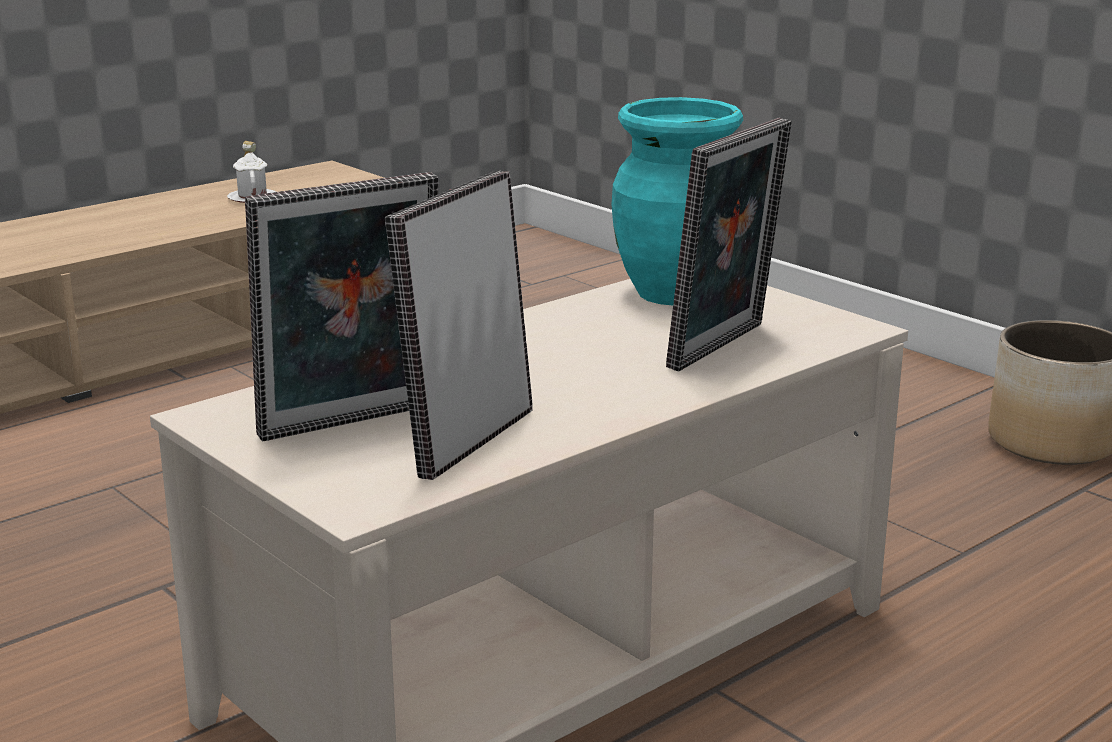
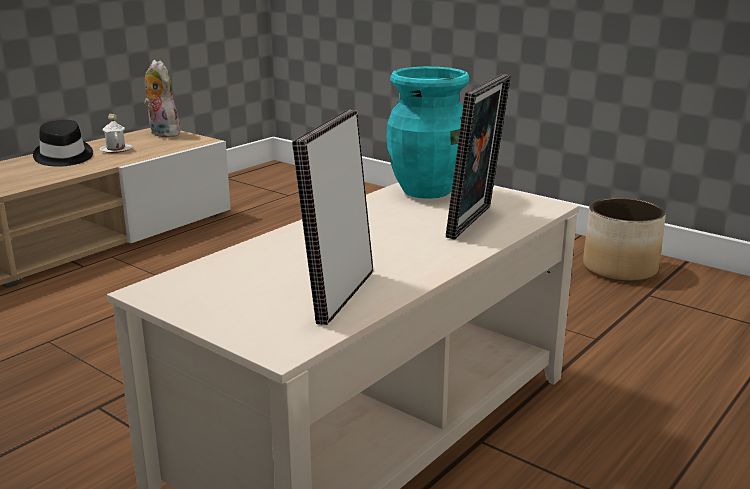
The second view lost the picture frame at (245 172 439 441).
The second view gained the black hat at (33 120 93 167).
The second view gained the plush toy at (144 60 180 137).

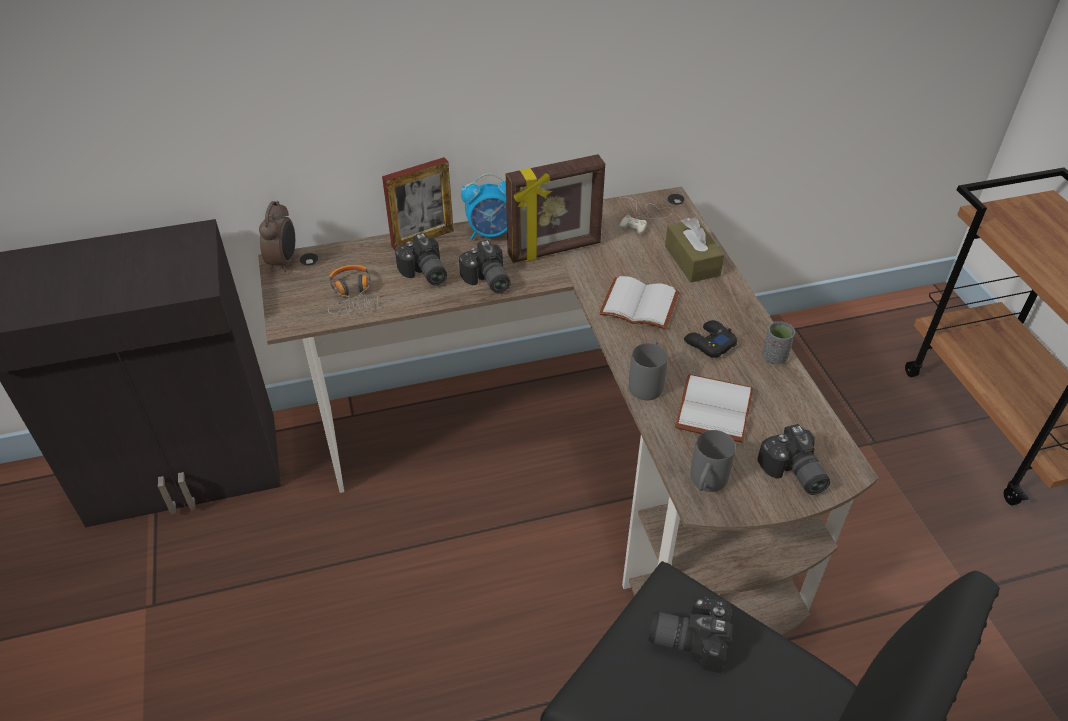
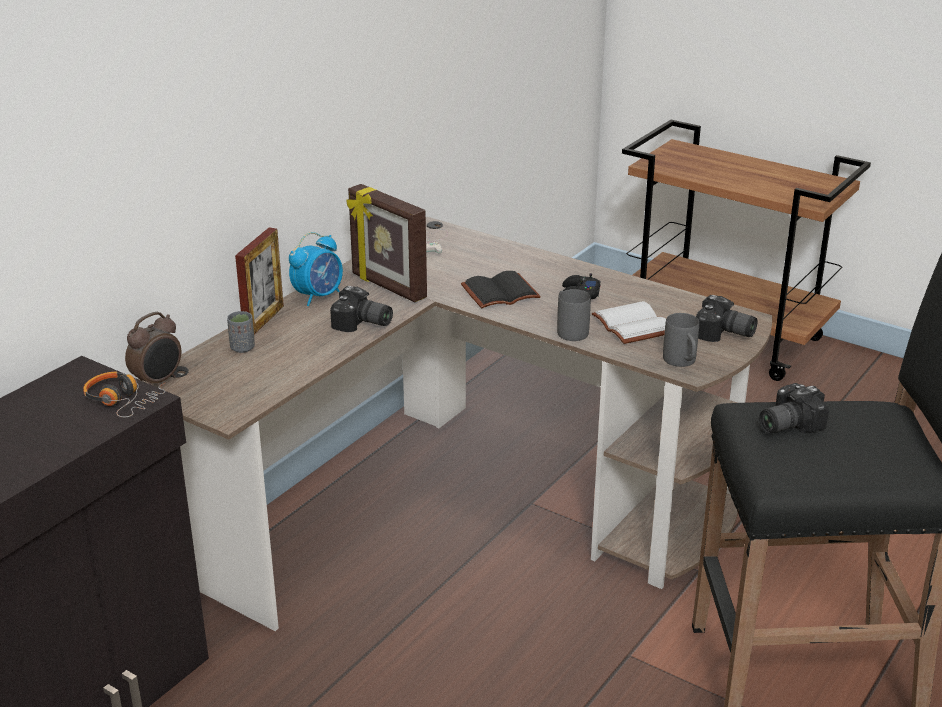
The second view lost the photo camera at (395 233 447 285).
The second view lost the brown tissue box at (665 217 724 283).
The headphones ended up elsewhere, having gone from (328 265 386 315) to (83 372 166 417).
The grey cup ended up elsewhere, having gone from (762 321 795 364) to (227 311 255 353).
What was the white book at (599 276 679 330) turned into the black book at (461 271 541 308).
The alarm clock at (259 201 295 272) ended up facing another way, 75 degrees clockwise from before.
The picture frame at (506 154 605 263) ended up facing another way, 105 degrees clockwise from before.

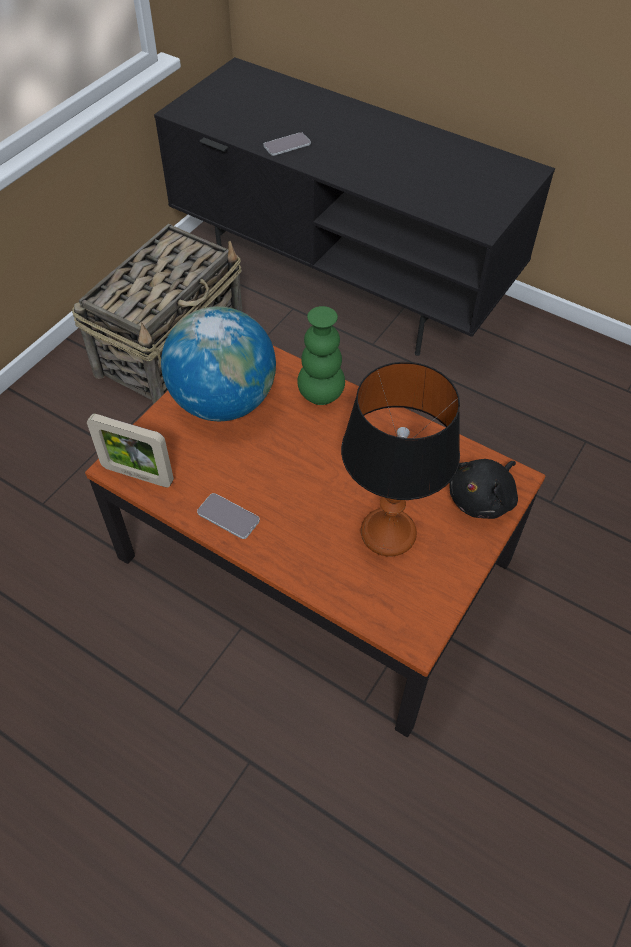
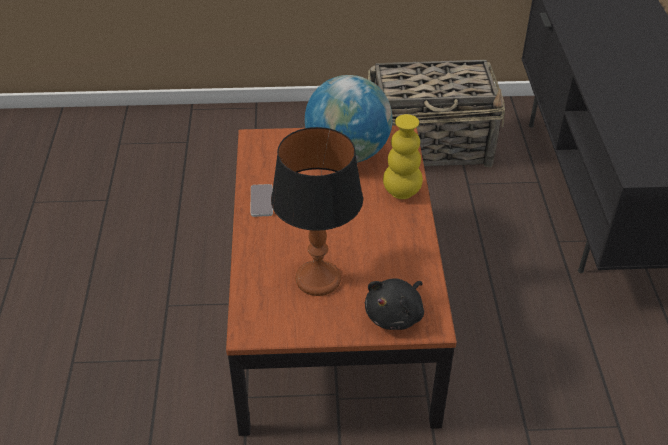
The second view lost the picture frame at (87 414 174 487).
The second view lost the phone at (263 132 311 156).
What was the green vase at (297 306 345 405) turned into the yellow vase at (383 114 423 199).
The black plush toy at (449 459 518 519) ended up facing another way, 60 degrees counterclockwise from before.

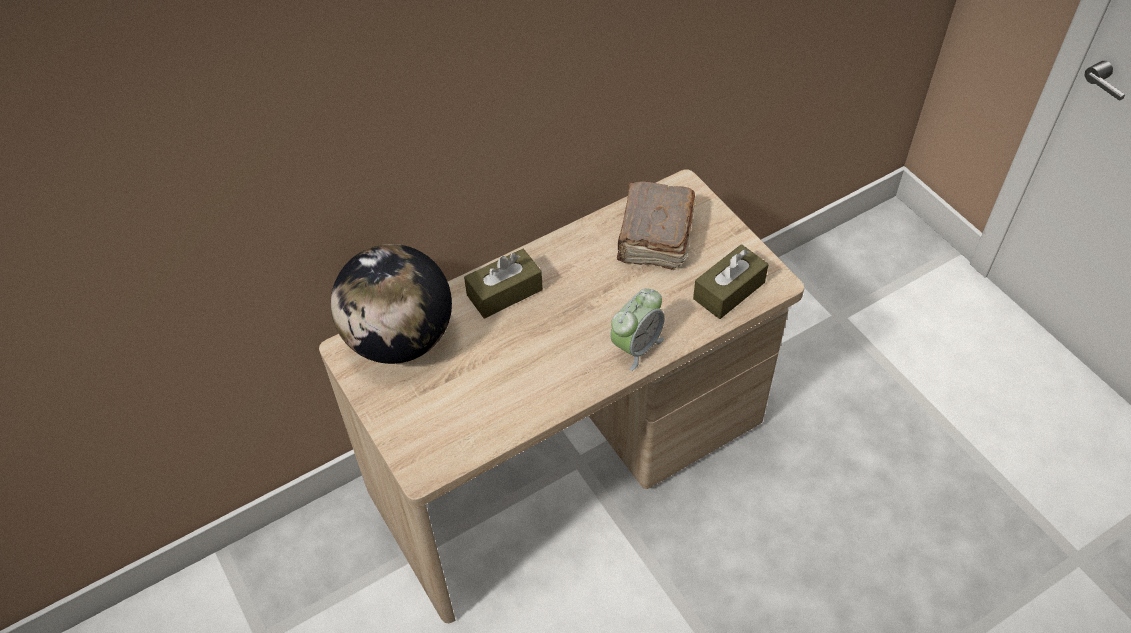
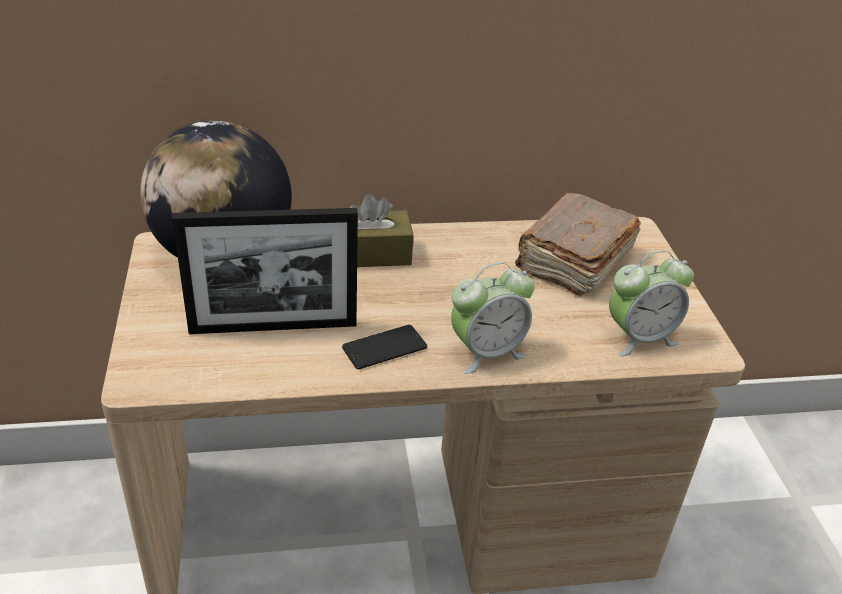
The second view gained the picture frame at (172 208 358 334).
The second view gained the phone at (342 325 427 369).
Where the brown tissue box stood at (693 244 769 319), the alarm clock came to stand at (609 250 694 356).

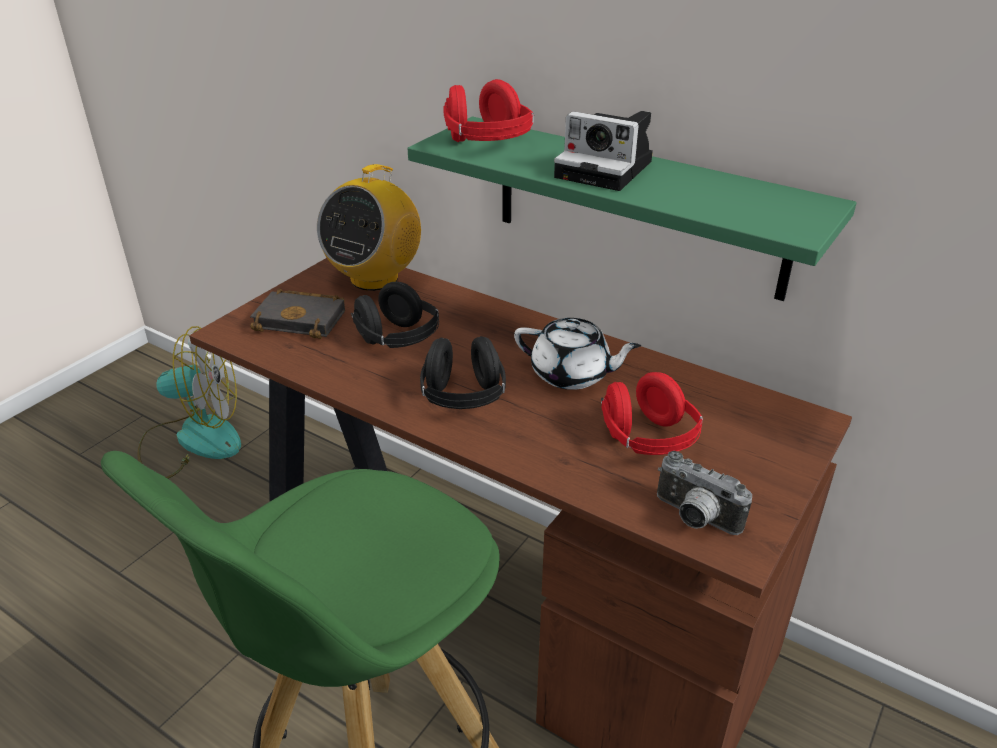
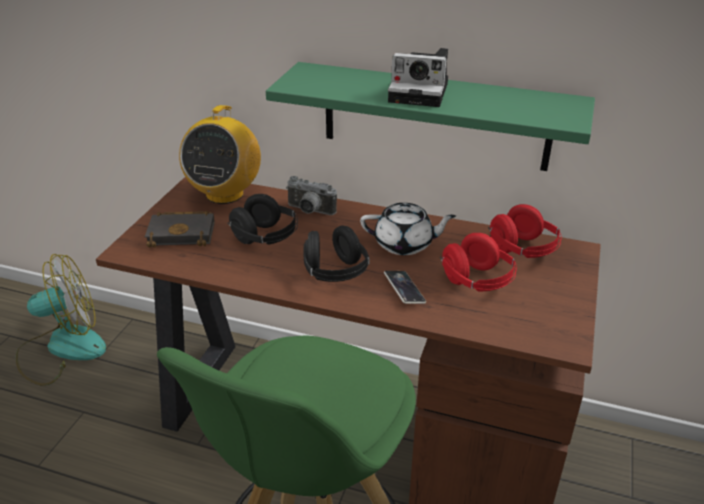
The second view gained the phone at (384 271 426 304).
The red headphones ended up elsewhere, having gone from (443 79 534 142) to (488 204 562 258).
The photo camera ended up elsewhere, having gone from (657 451 752 535) to (286 176 337 215).

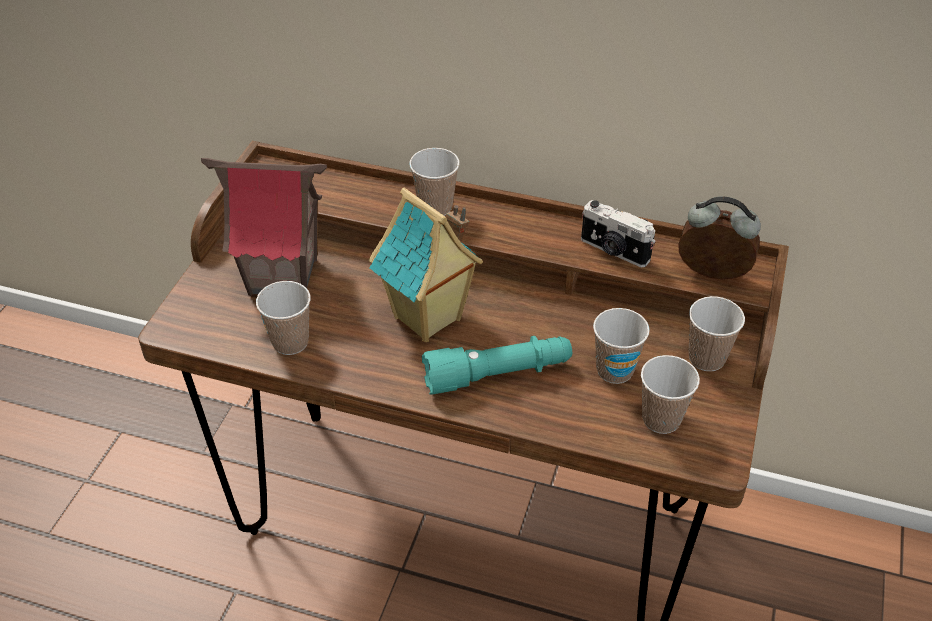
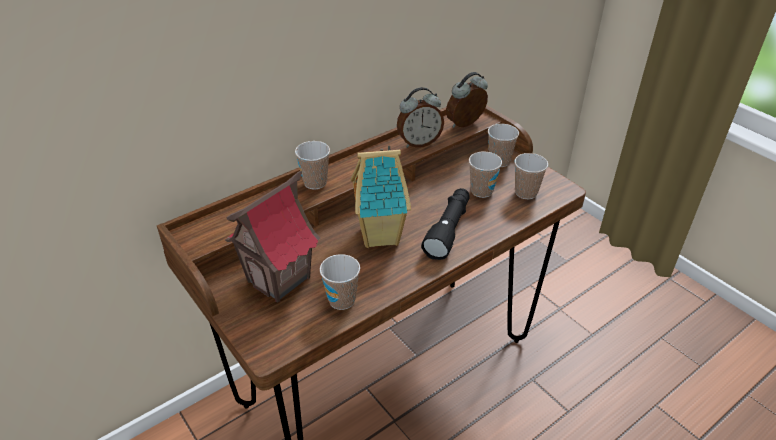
Where the photo camera stood at (581 200 656 267), the alarm clock came to stand at (397 87 444 148).
What was the turquoise flashlight at (422 336 572 395) turned into the black flashlight at (421 188 470 260).

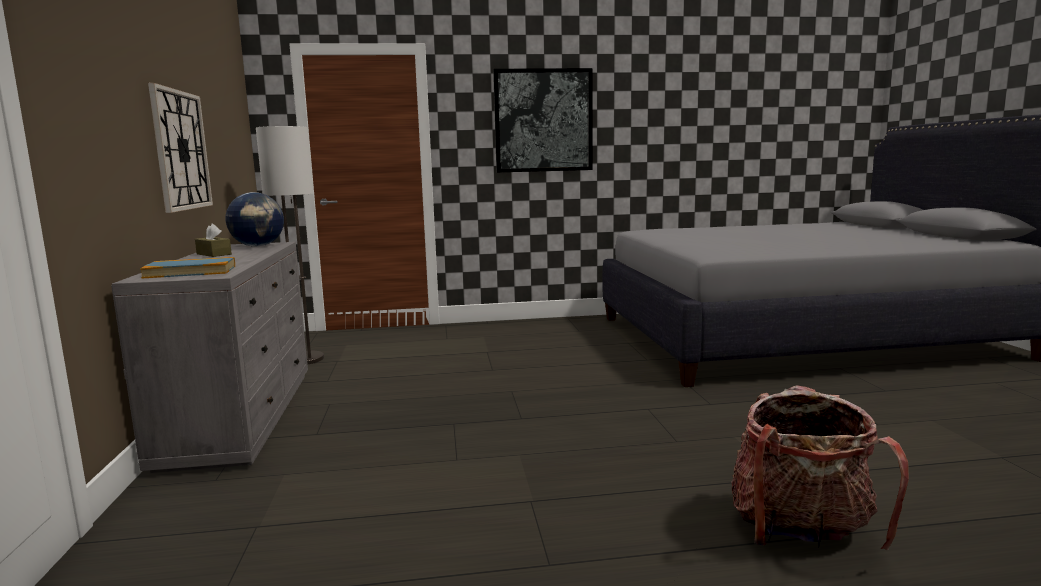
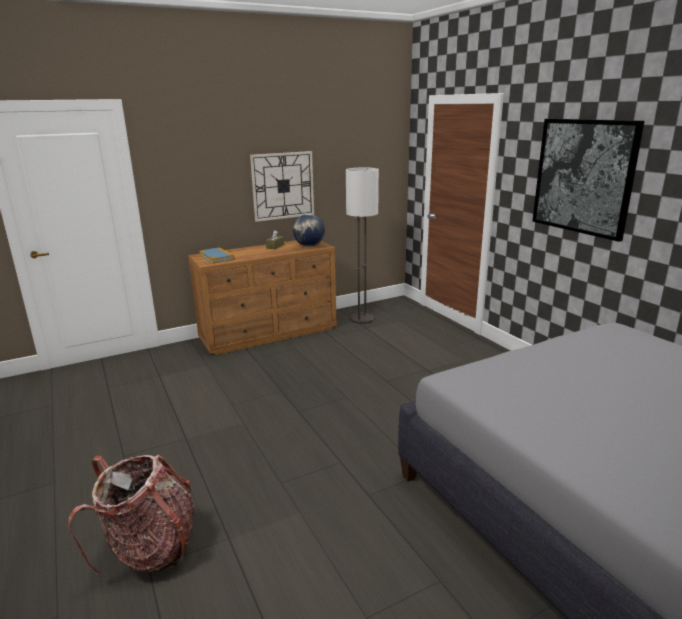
What was the grey dresser at (111 242 308 473) turned into the brown dresser at (188 240 337 355).

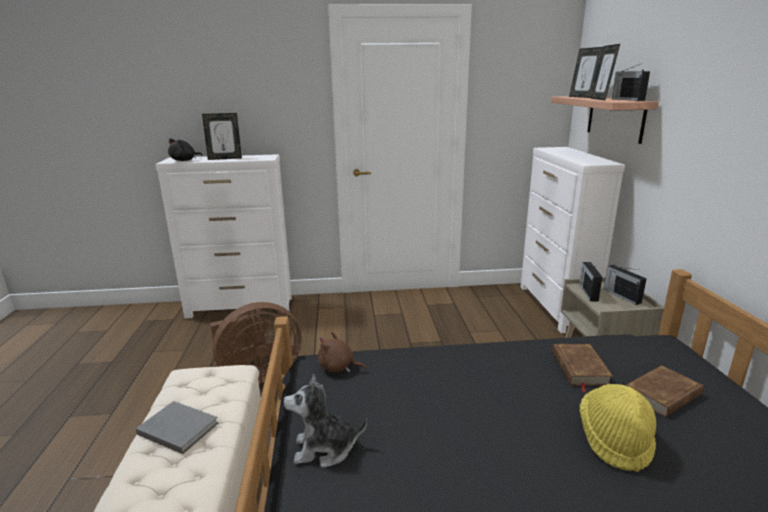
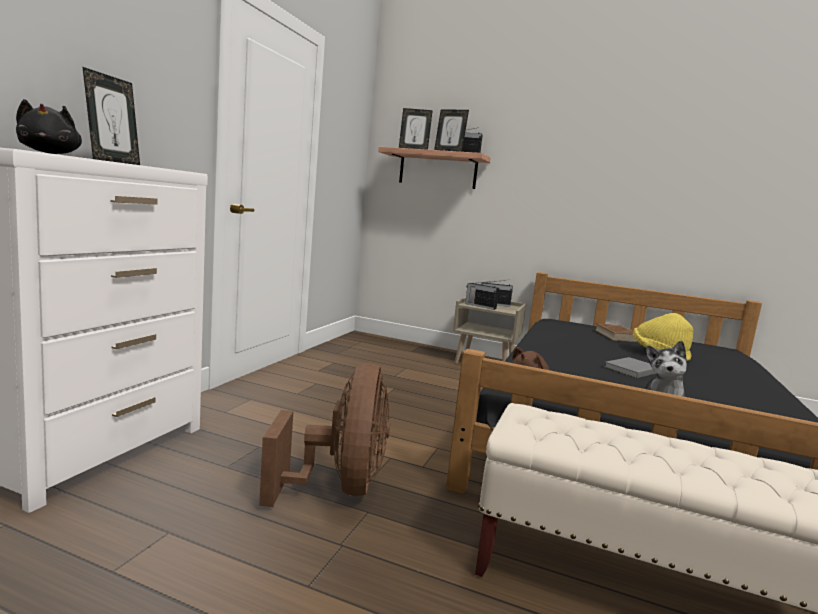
The second view lost the white dresser at (521 147 625 333).
The second view lost the brown book at (552 344 613 392).
The grey book ended up elsewhere, having gone from (136 401 218 454) to (604 357 656 378).

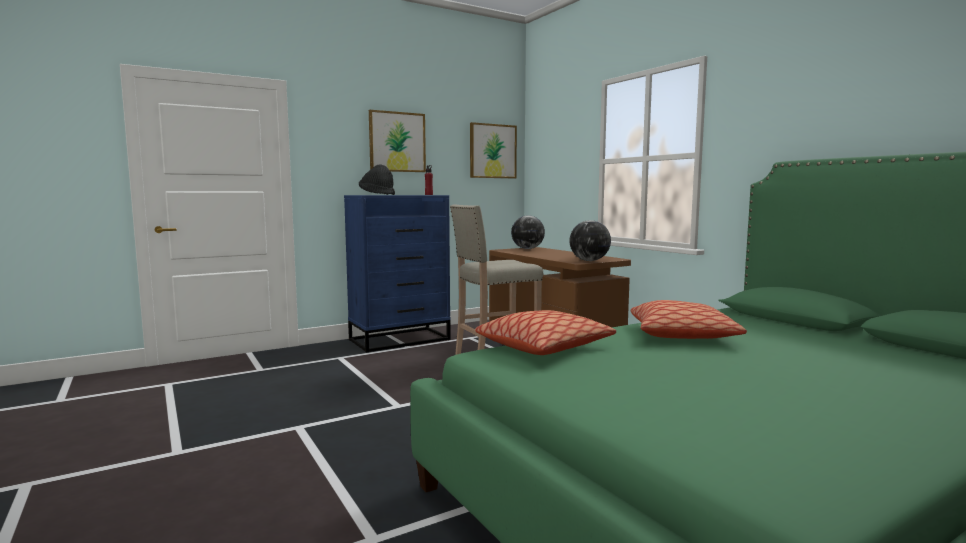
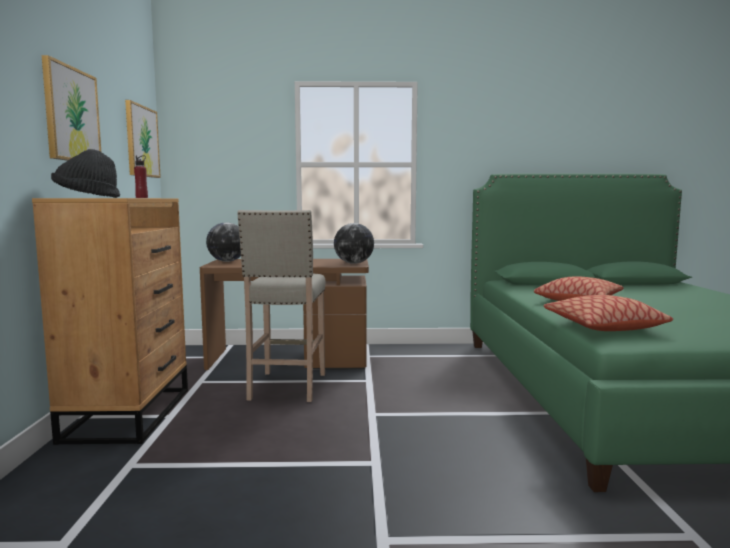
What was the blue dresser at (344 195 451 353) turned into the brown dresser at (32 198 188 445).

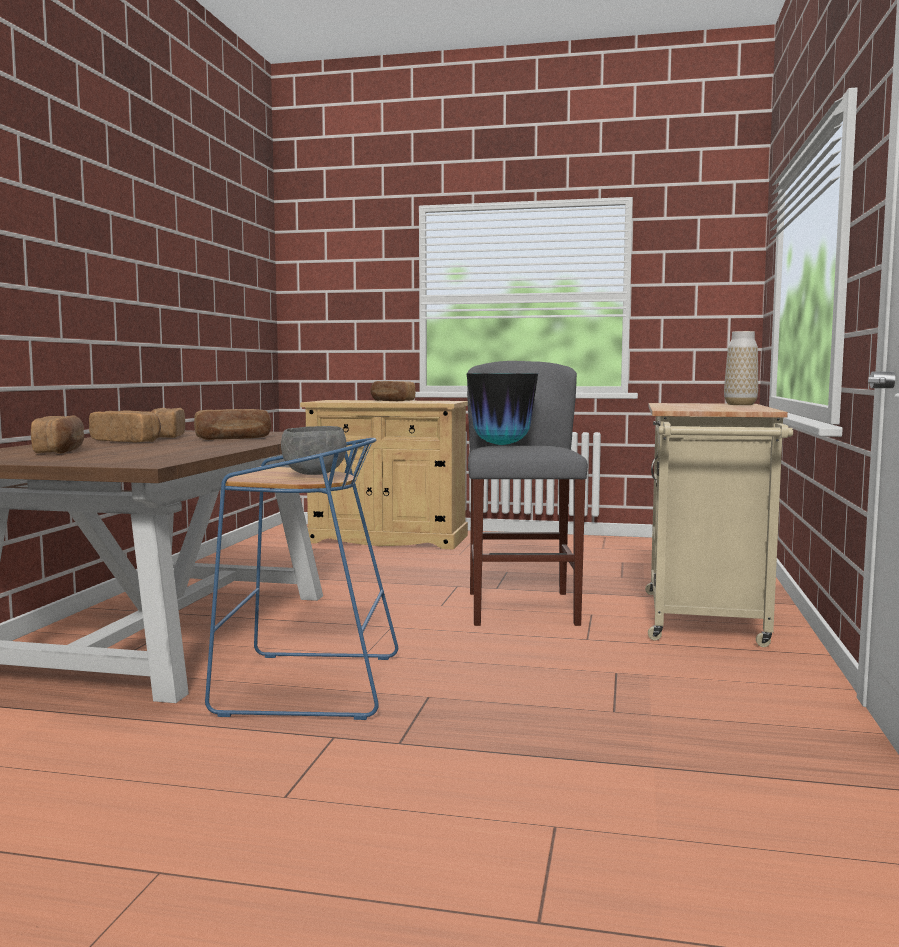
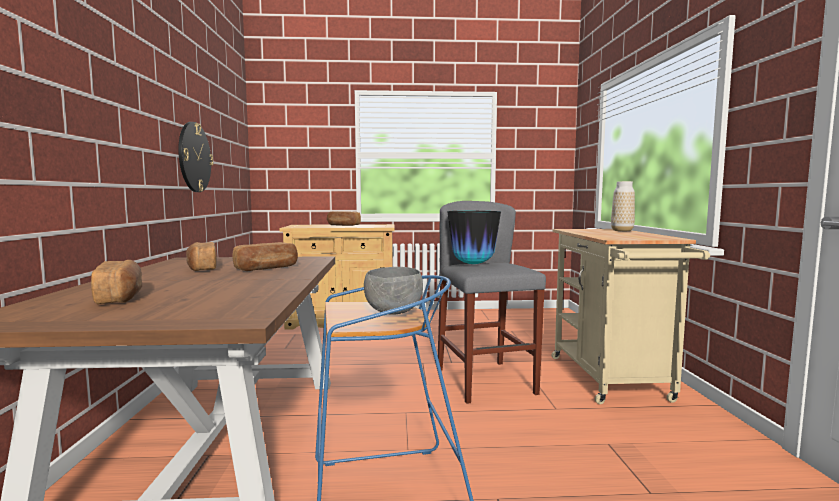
The second view lost the bread at (89 411 161 443).
The second view gained the wall clock at (178 122 213 192).

